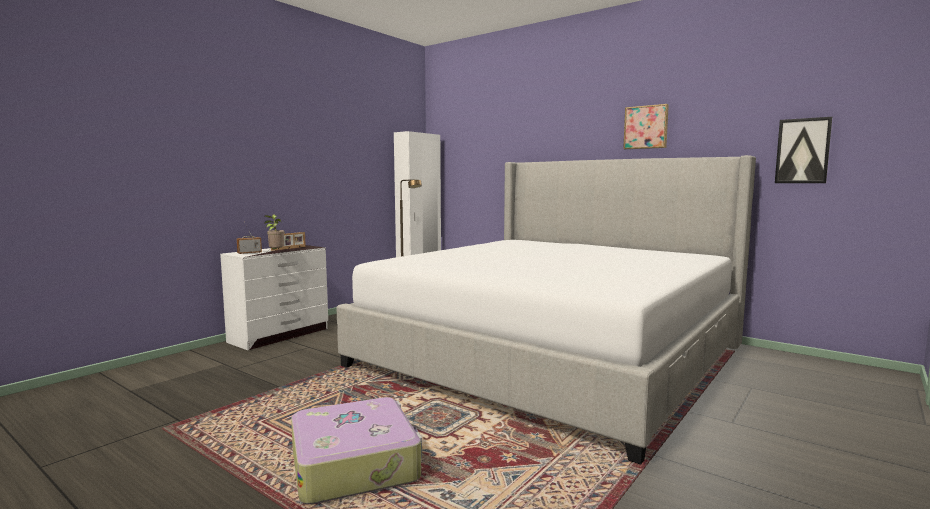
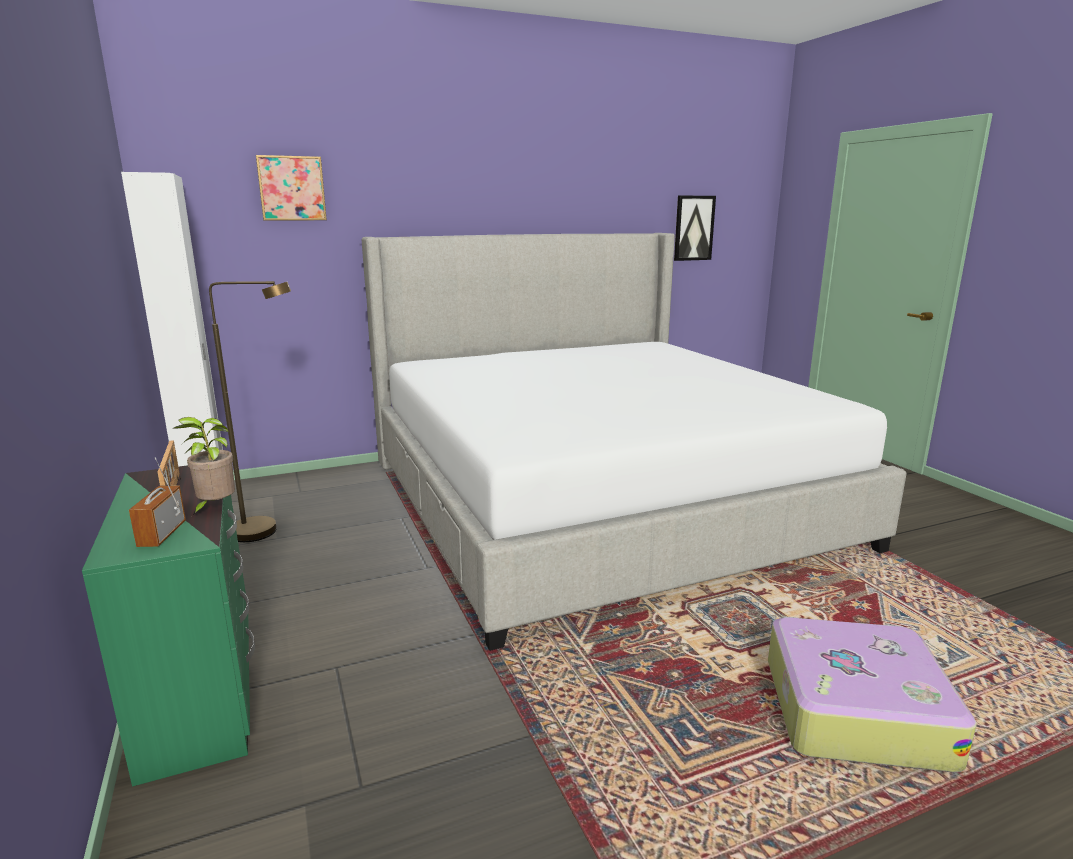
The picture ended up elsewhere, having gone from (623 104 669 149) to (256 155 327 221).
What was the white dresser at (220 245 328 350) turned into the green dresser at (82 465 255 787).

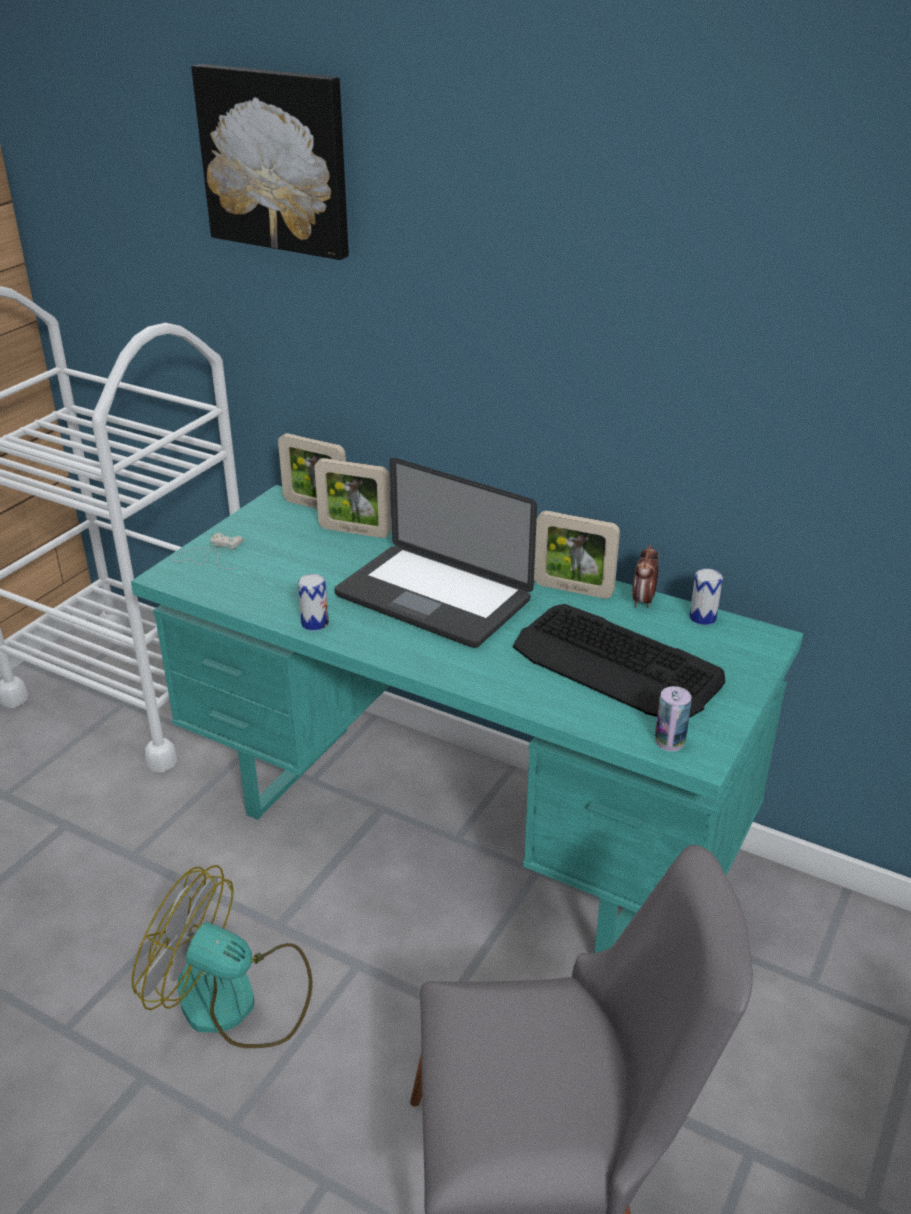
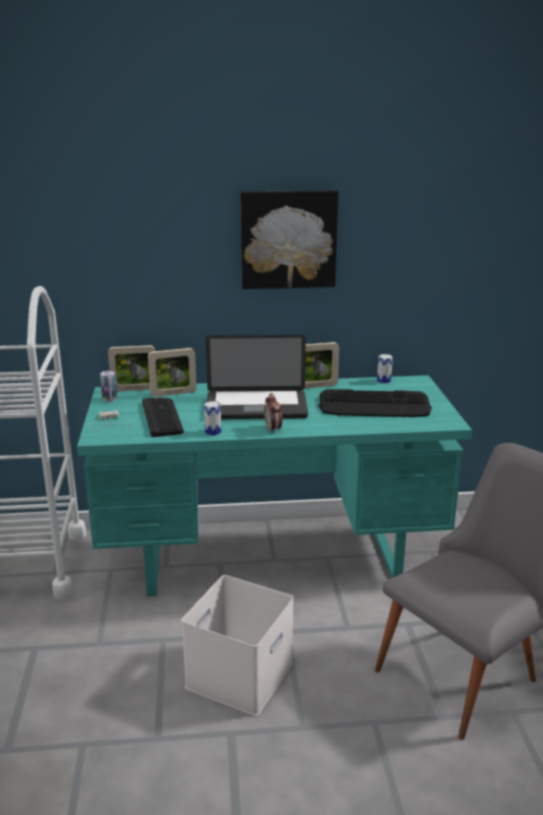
The second view gained the keyboard at (142 398 184 437).
The picture ended up elsewhere, having gone from (191 64 349 260) to (240 190 339 289).
The alarm clock ended up elsewhere, having gone from (632 545 659 608) to (264 393 282 433).
The can ended up elsewhere, having gone from (655 686 691 751) to (100 371 117 402).
Where the fan stood at (132 865 313 1048), the white storage box came to stand at (181 575 294 716).

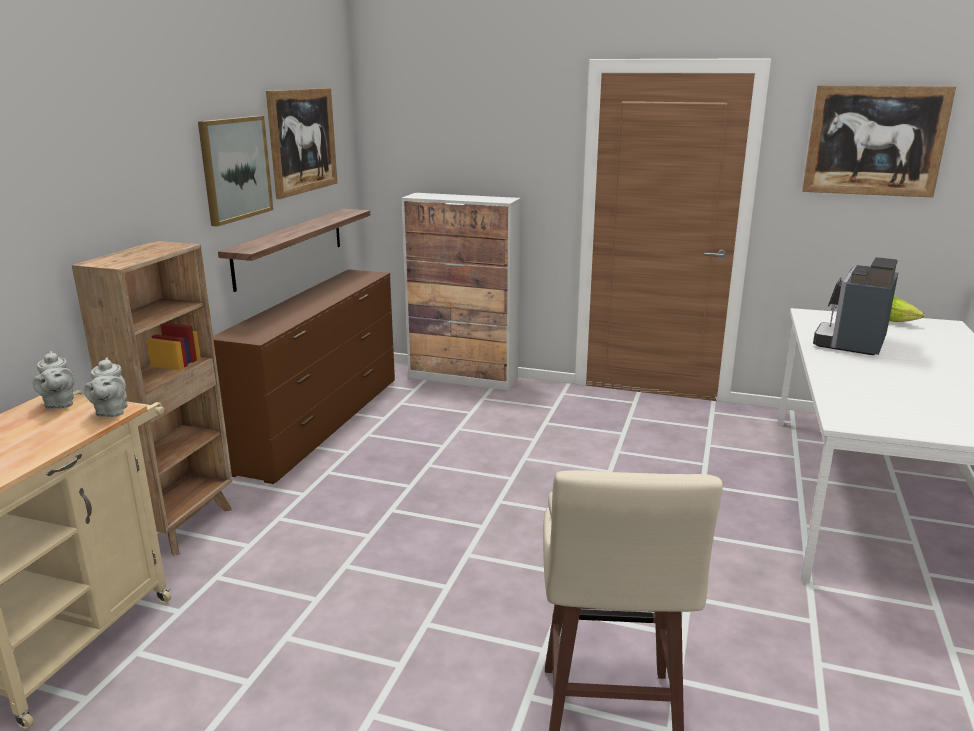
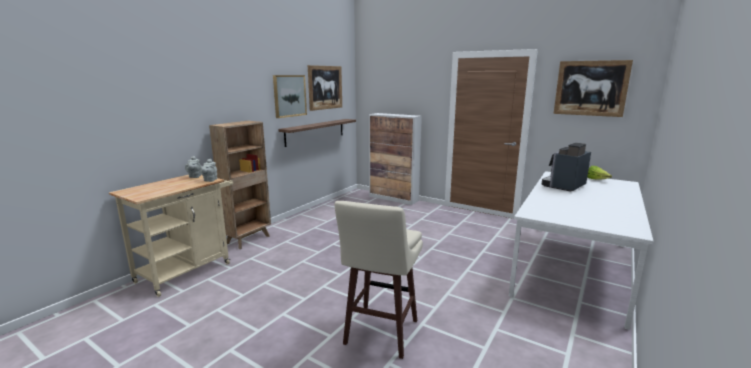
The second view lost the brown dresser at (213 269 395 484).

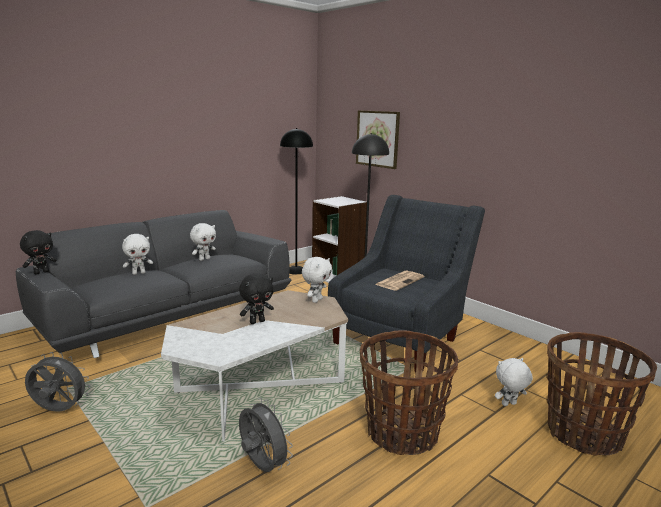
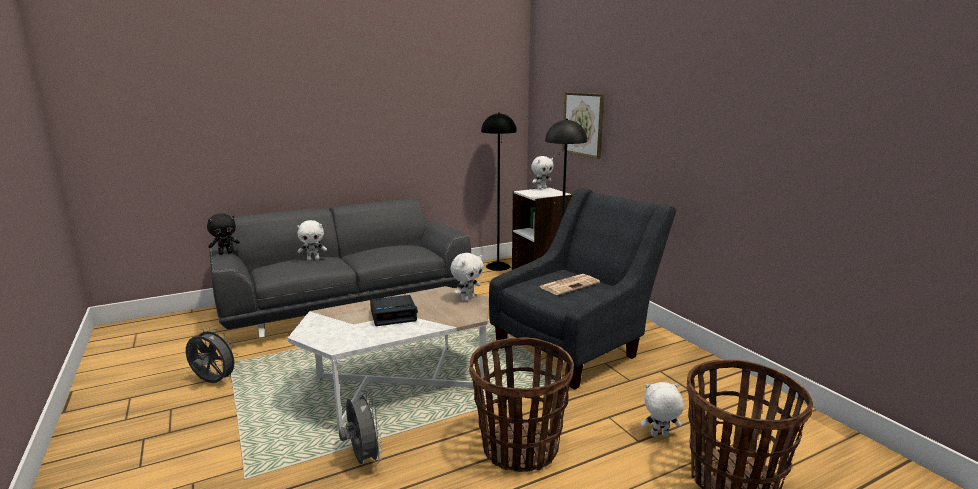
The white plush toy ended up elsewhere, having gone from (190 223 216 261) to (531 156 554 189).
Where the black plush toy stood at (239 273 274 324), the alarm clock came to stand at (370 295 418 326).

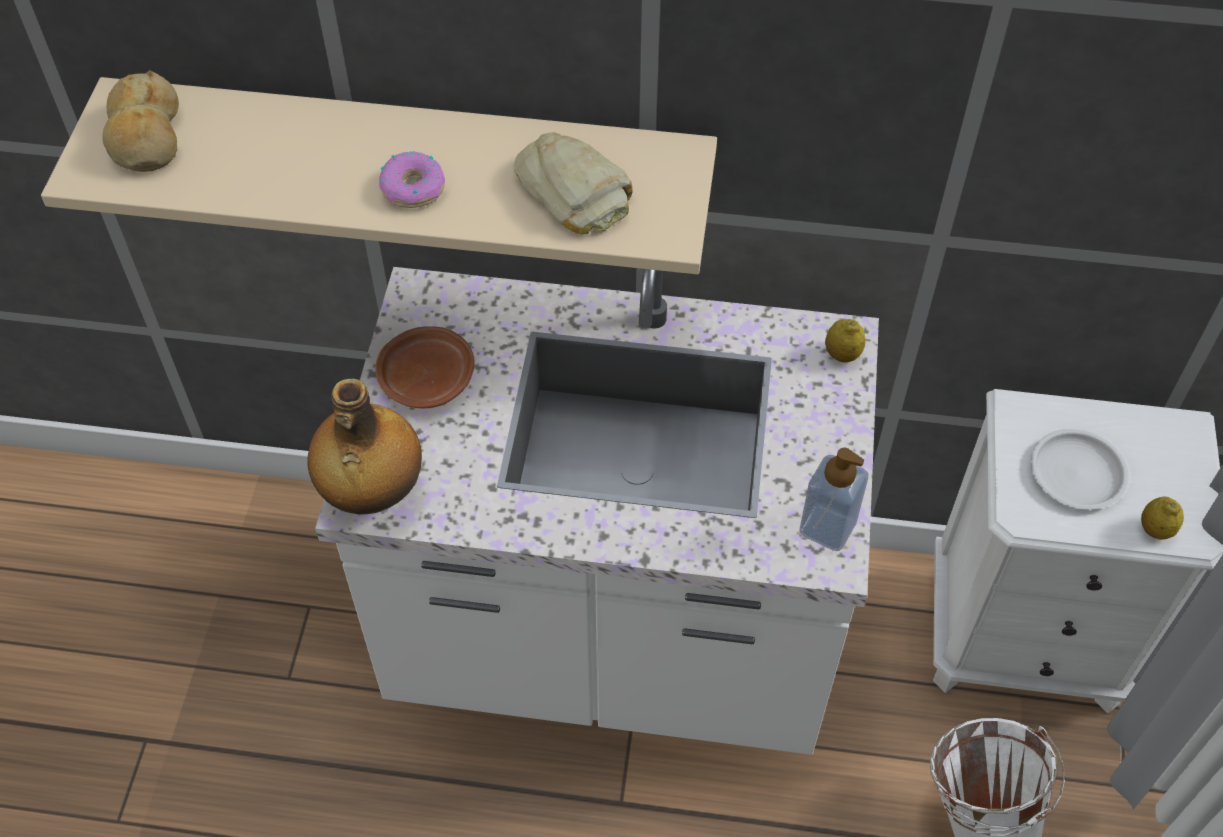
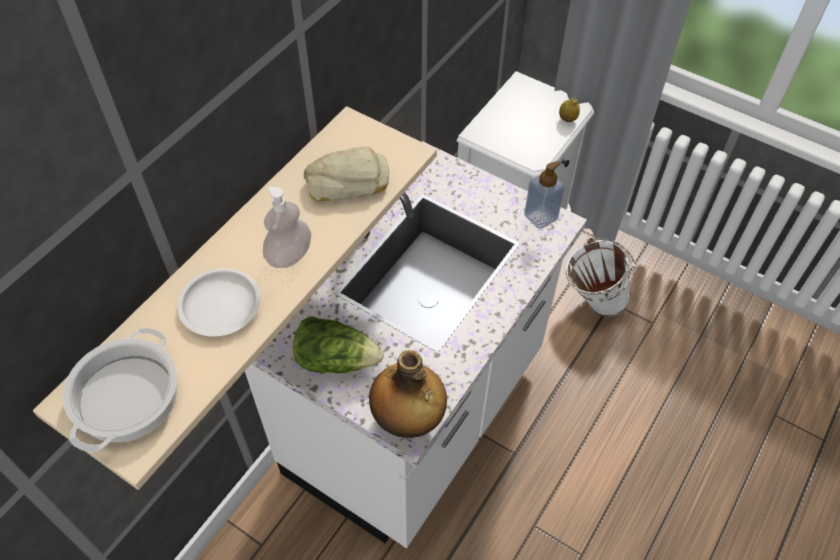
The second view lost the lemon at (825 319 866 362).
The white plate ended up elsewhere, having gone from (1030 429 1129 510) to (177 268 261 336).
Where the bread stood at (102 70 179 172), the cooking pot came to stand at (63 328 177 452).
Where the brown plate stood at (376 326 475 408), the lettuce came to stand at (293 316 384 373).
Where the donut stood at (379 151 445 208), the soap dispenser came to stand at (263 186 311 268).

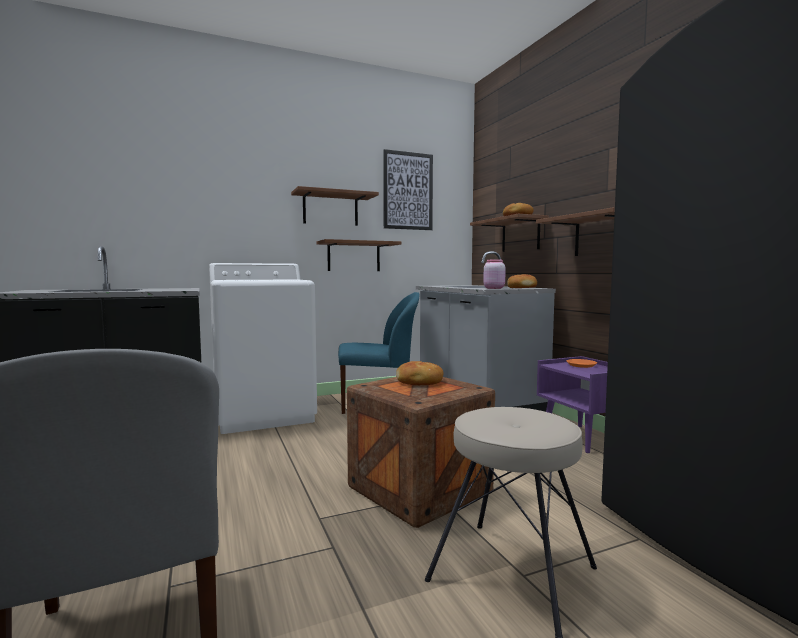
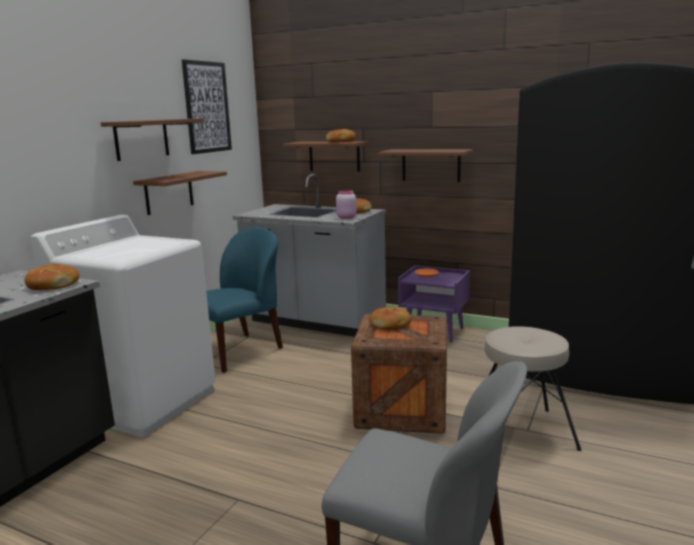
The second view gained the bread at (24 264 79 290).

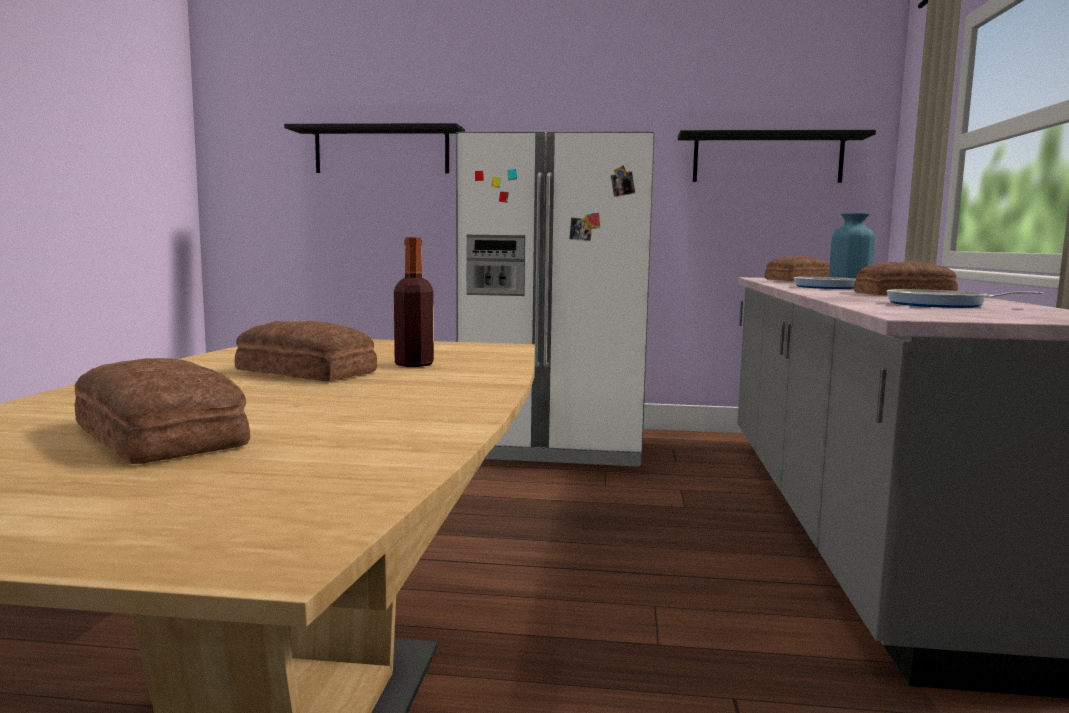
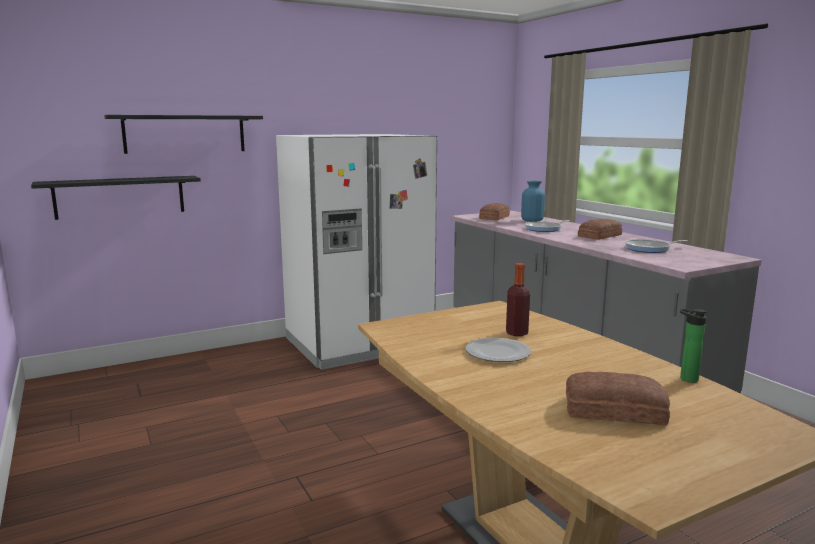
The second view gained the bottle at (680 308 708 383).
The black shelf ended up elsewhere, having gone from (678 130 876 183) to (31 176 201 220).
Where the bread stood at (235 321 377 381), the plate came to stand at (465 338 531 362).

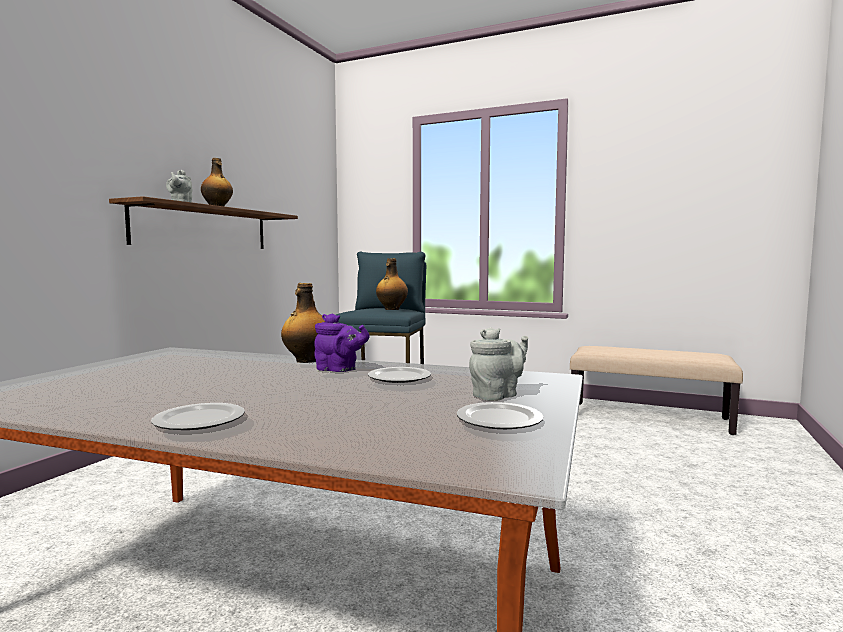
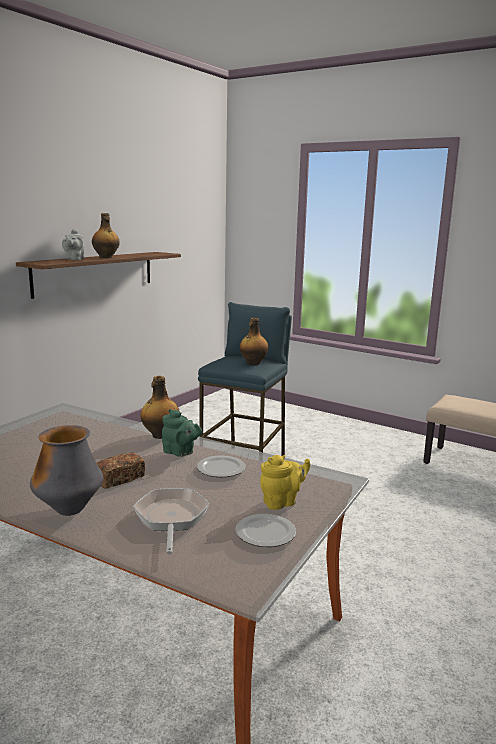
The second view gained the bread at (97 452 145 489).
The second view gained the frying pan at (133 488 210 554).
Where the plate stood at (151 403 245 430), the vase came to stand at (30 425 103 516).
What was the purple teapot at (314 313 370 372) turned into the green teapot at (162 409 202 457).
What was the grey teapot at (469 327 528 401) turned into the yellow teapot at (260 455 310 510).

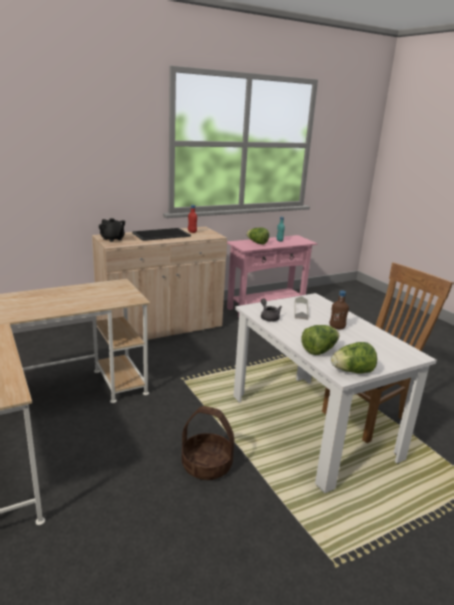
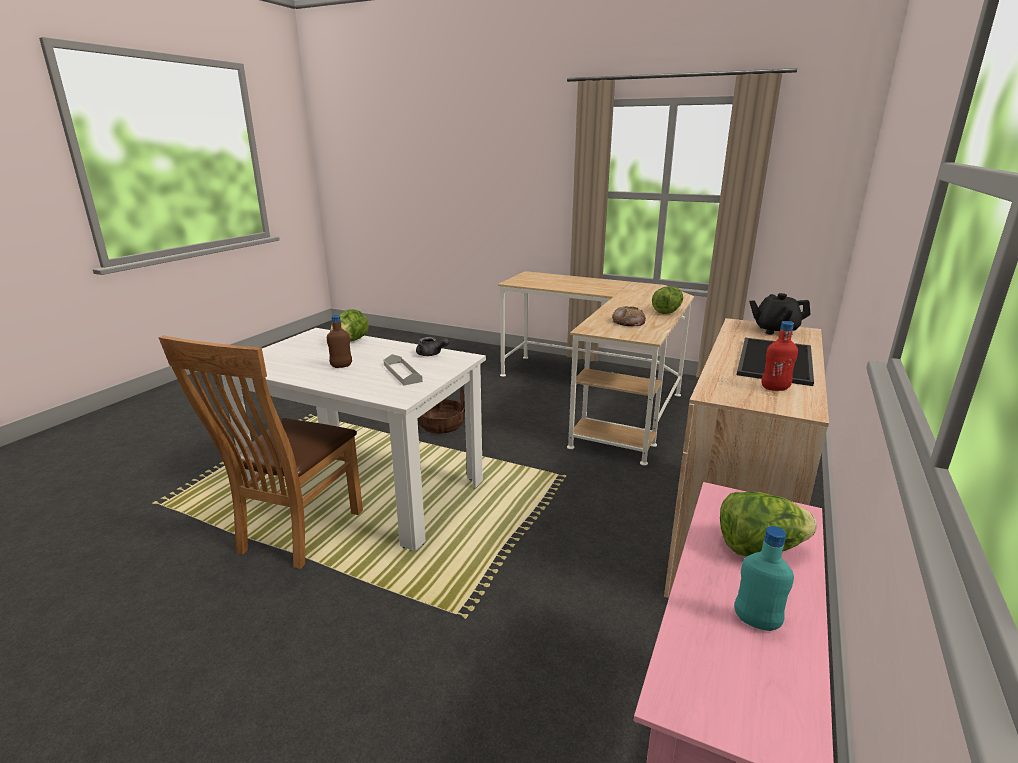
The second view gained the bread at (612 306 646 326).
The lettuce ended up elsewhere, having gone from (331 342 377 373) to (652 286 683 314).

